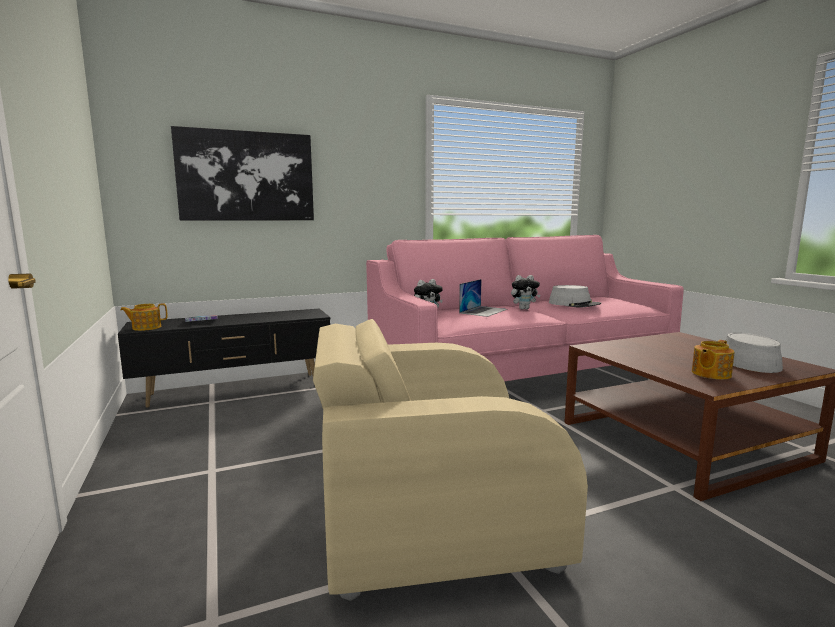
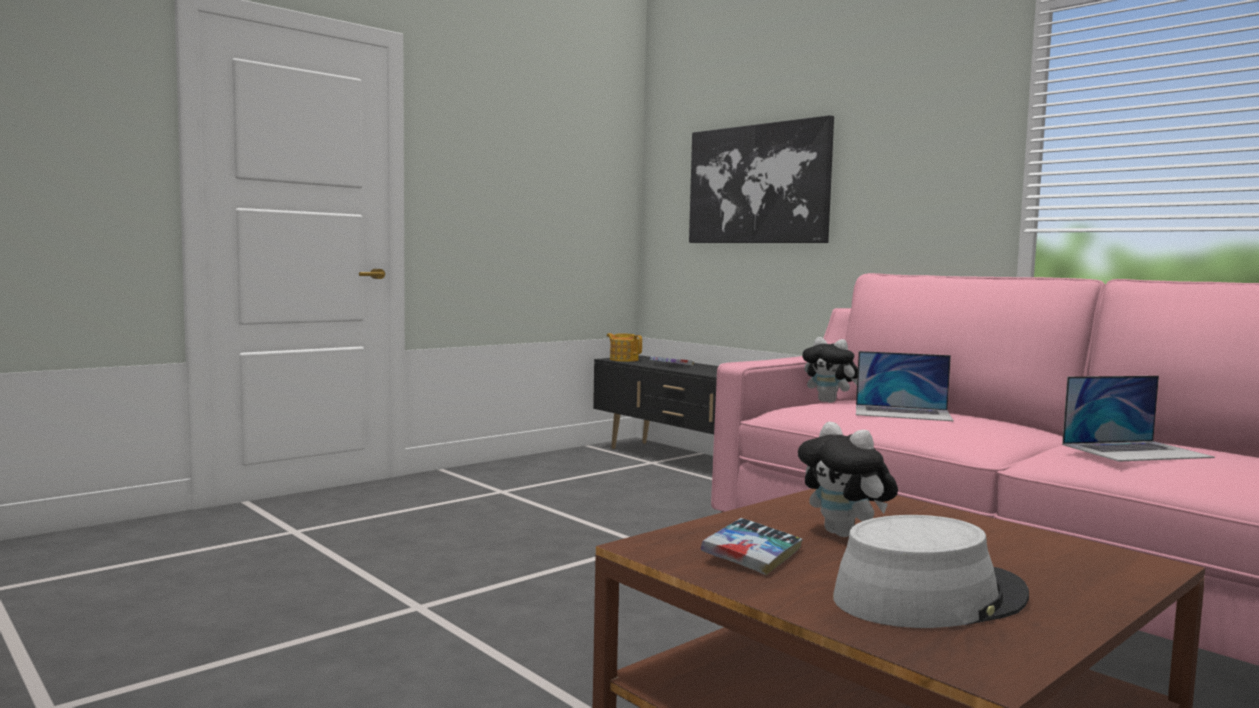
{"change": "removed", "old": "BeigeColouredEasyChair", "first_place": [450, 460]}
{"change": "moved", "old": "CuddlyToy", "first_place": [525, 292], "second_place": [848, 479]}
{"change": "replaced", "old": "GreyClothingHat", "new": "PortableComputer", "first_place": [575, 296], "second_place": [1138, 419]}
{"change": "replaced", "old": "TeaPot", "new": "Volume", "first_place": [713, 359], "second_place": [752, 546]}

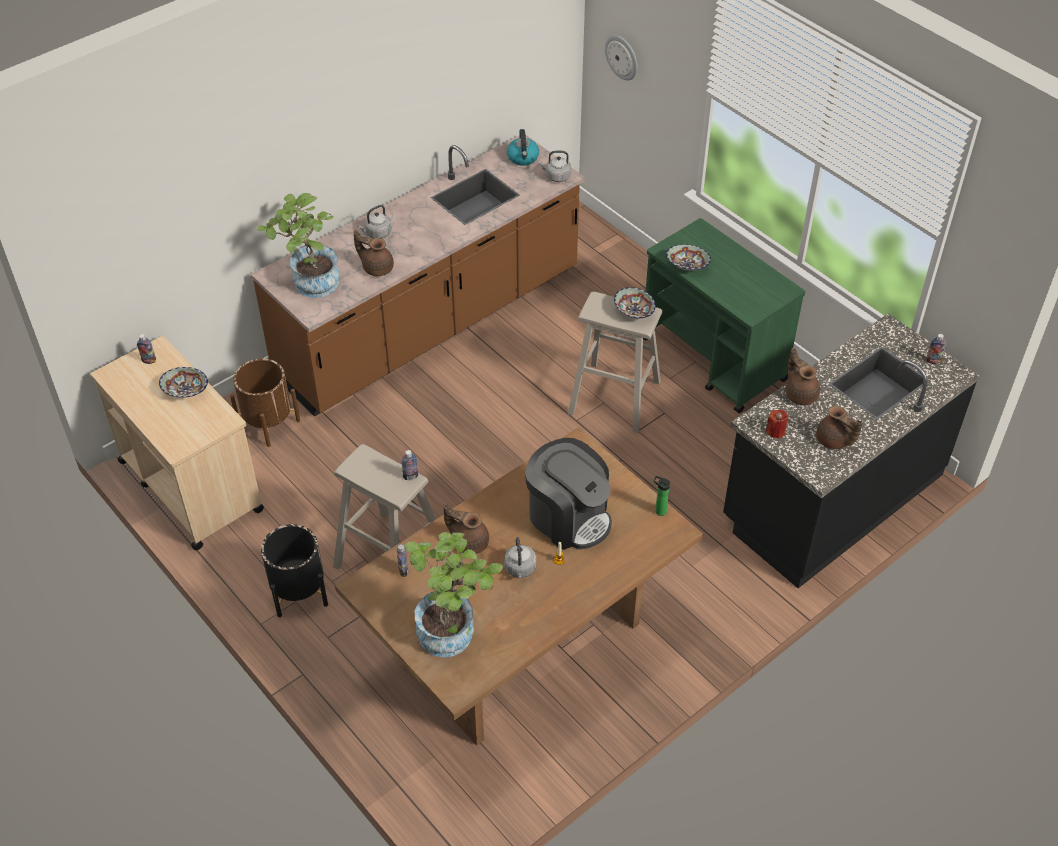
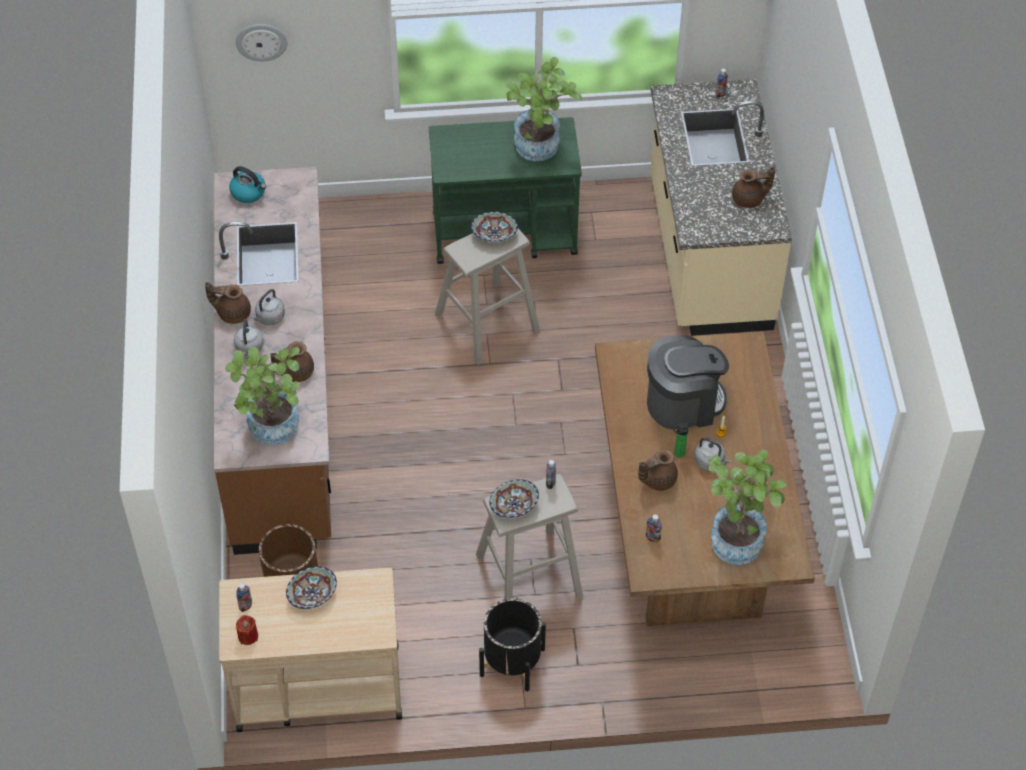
{"change": "moved", "old": "GreyWaterKettle", "first_place": [555, 166], "second_place": [268, 307]}
{"change": "moved", "old": "DrinkBottle", "first_place": [662, 496], "second_place": [680, 440]}
{"change": "moved", "old": "Bowl", "first_place": [688, 257], "second_place": [514, 498]}
{"change": "recoloured", "old": "BlackColouredKitchenCounter", "new": "BeigeColouredKitchenCounter", "first_place": [851, 451], "second_place": [721, 207]}
{"change": "moved", "old": "ReddishCandle", "first_place": [777, 424], "second_place": [247, 630]}
{"change": "moved", "old": "BrownTeaPot", "first_place": [803, 376], "second_place": [228, 303]}
{"change": "added", "new": "PlantInAPot", "second_place": [544, 109]}

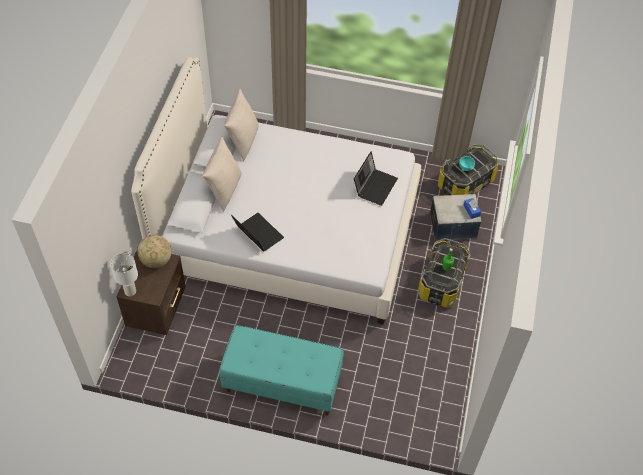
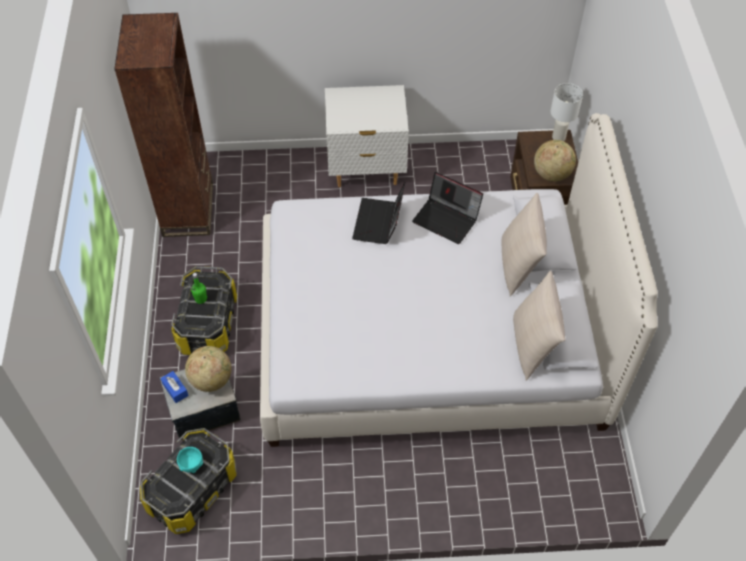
{"change": "replaced", "old": "BlueGreenBench", "new": "WhiteNightstand", "first_place": [281, 370], "second_place": [367, 136]}
{"change": "moved", "old": "PortableComputer", "first_place": [376, 178], "second_place": [378, 213]}
{"change": "added", "new": "BrownShelvingUnit", "second_place": [163, 125]}
{"change": "added", "new": "WorldGlobe", "second_place": [208, 369]}

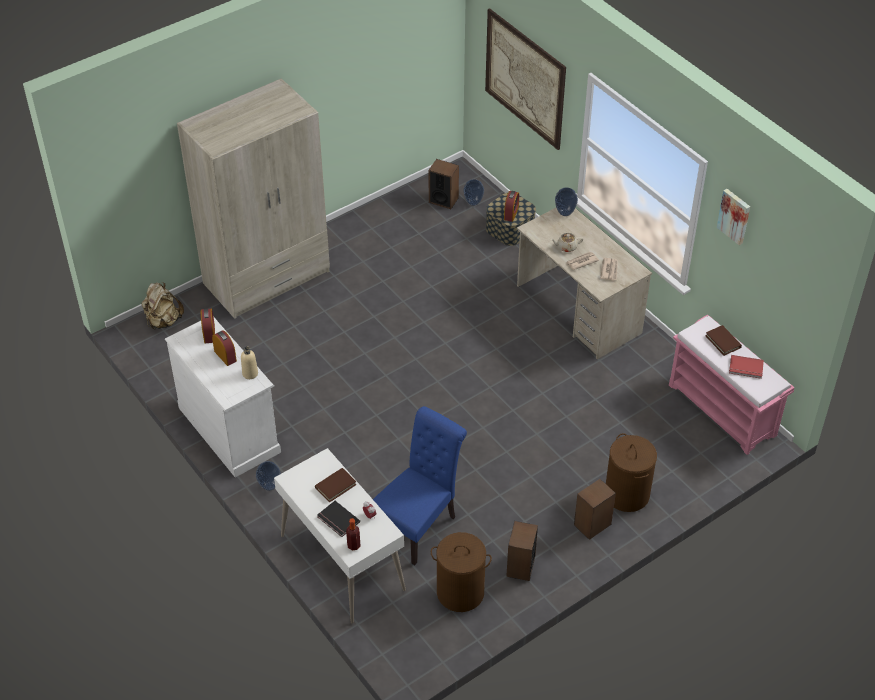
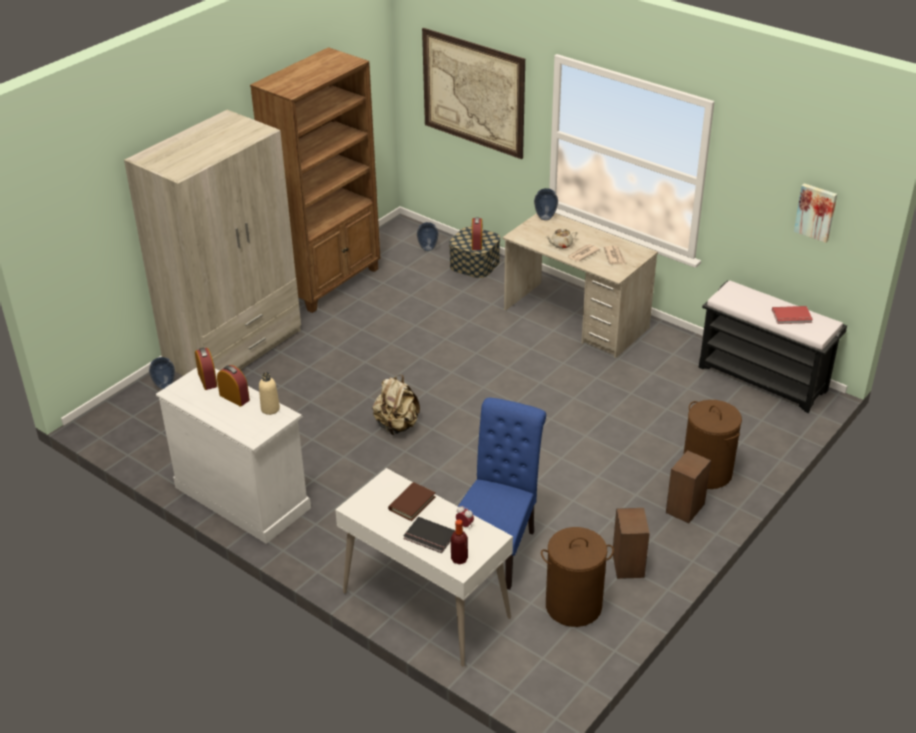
{"change": "moved", "old": "BeigeColouredRucksack", "first_place": [162, 306], "second_place": [396, 405]}
{"change": "moved", "old": "Vase", "first_place": [268, 476], "second_place": [162, 373]}
{"change": "removed", "old": "Speaker", "first_place": [444, 184]}
{"change": "recoloured", "old": "PinkColouredBench", "new": "BlackColouredBench", "first_place": [731, 385], "second_place": [773, 346]}
{"change": "removed", "old": "BrownVolume", "first_place": [723, 340]}
{"change": "moved", "old": "Picture", "first_place": [733, 217], "second_place": [815, 213]}
{"change": "added", "new": "BrownShelvingUnit", "second_place": [315, 180]}

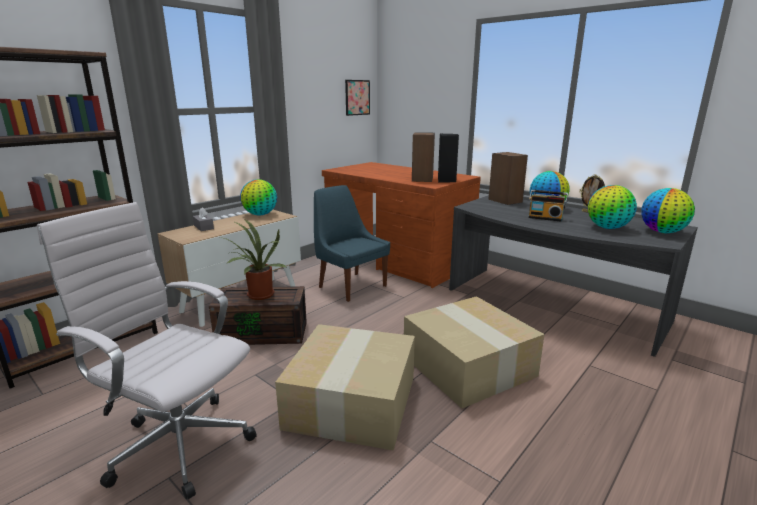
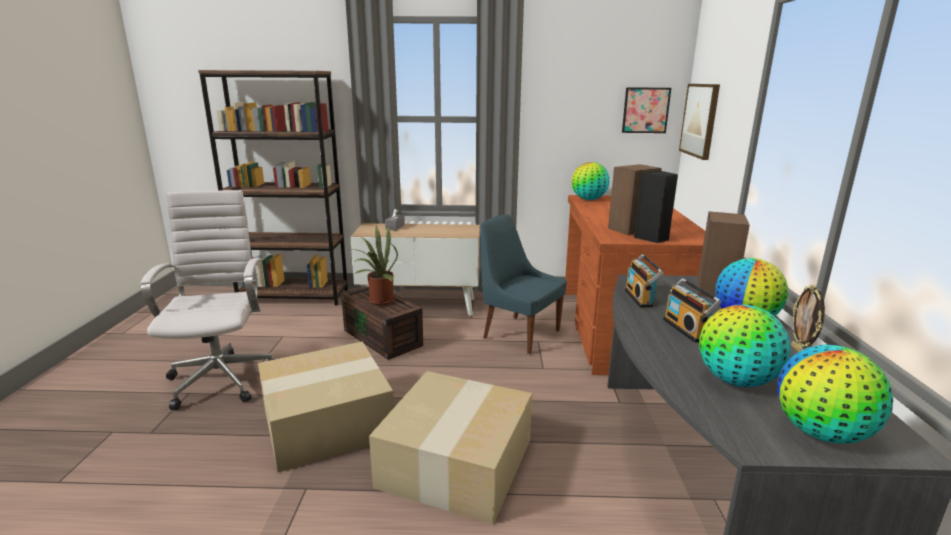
{"change": "moved", "old": "WorldGlobe", "first_place": [258, 197], "second_place": [591, 181]}
{"change": "turned", "old": "BluishPlainChair", "first_place": [352, 243], "second_place": [523, 284], "degrees": -60}
{"change": "added", "new": "Radio", "second_place": [644, 281]}
{"change": "added", "new": "Picture", "second_place": [699, 122]}

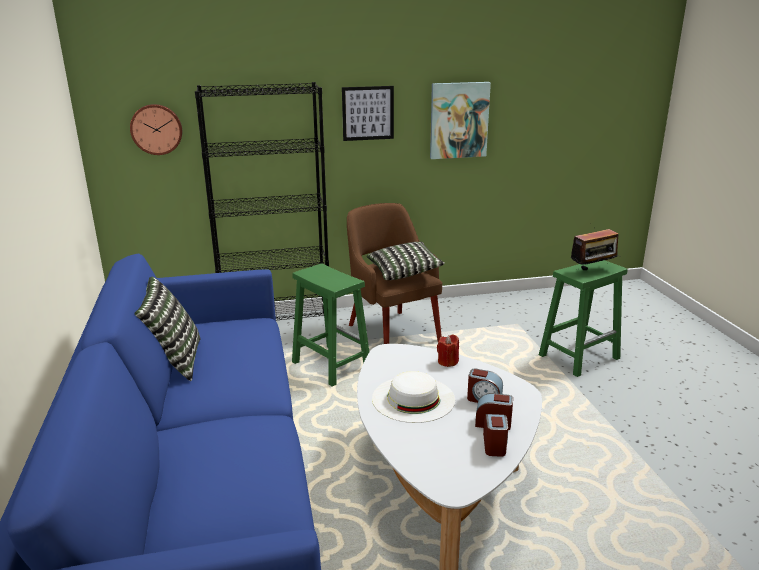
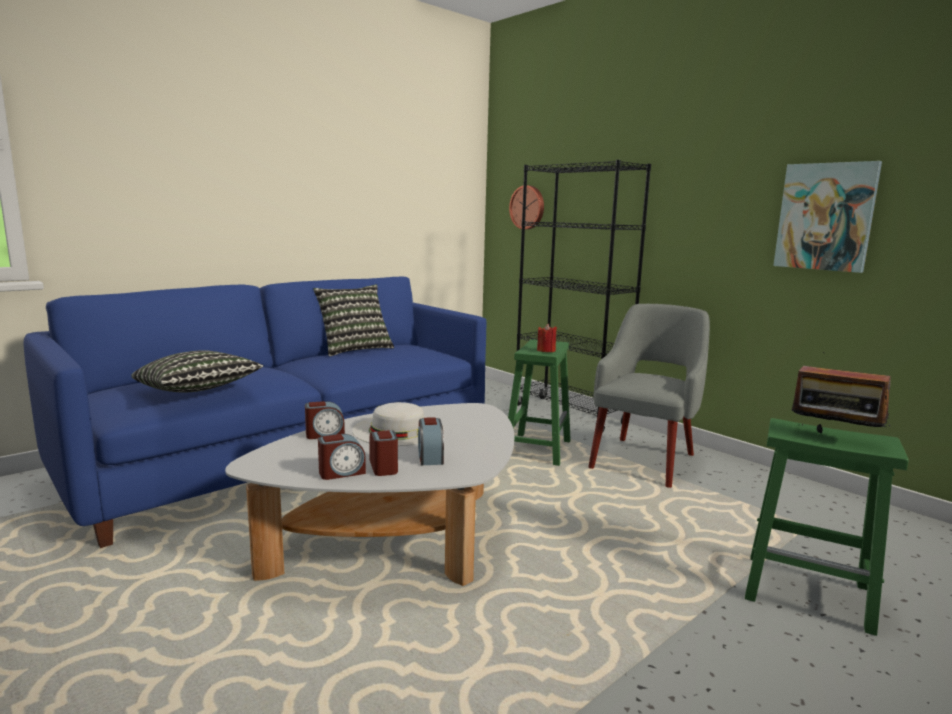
{"change": "removed", "old": "Picture", "first_place": [368, 113]}
{"change": "recoloured", "old": "BrownEasyChair", "new": "GreyEasyChair", "first_place": [394, 273], "second_place": [649, 396]}
{"change": "moved", "old": "Cushion", "first_place": [406, 261], "second_place": [197, 371]}
{"change": "moved", "old": "ReddishCandle", "first_place": [448, 351], "second_place": [547, 338]}
{"change": "added", "new": "TableClock", "second_place": [325, 420]}

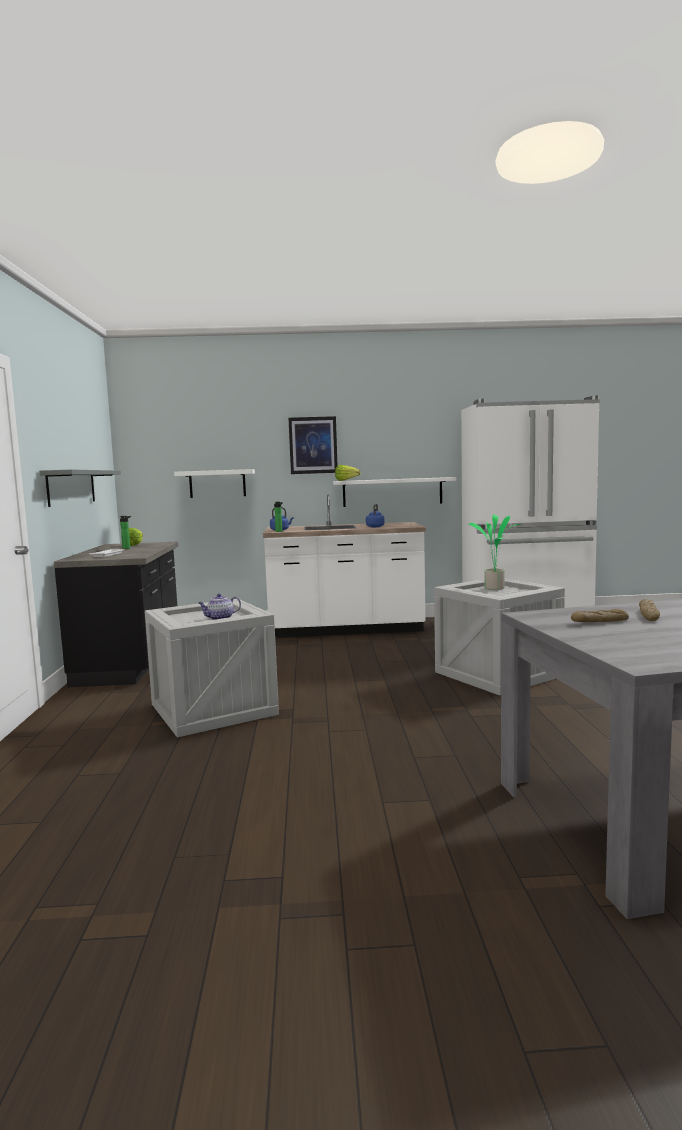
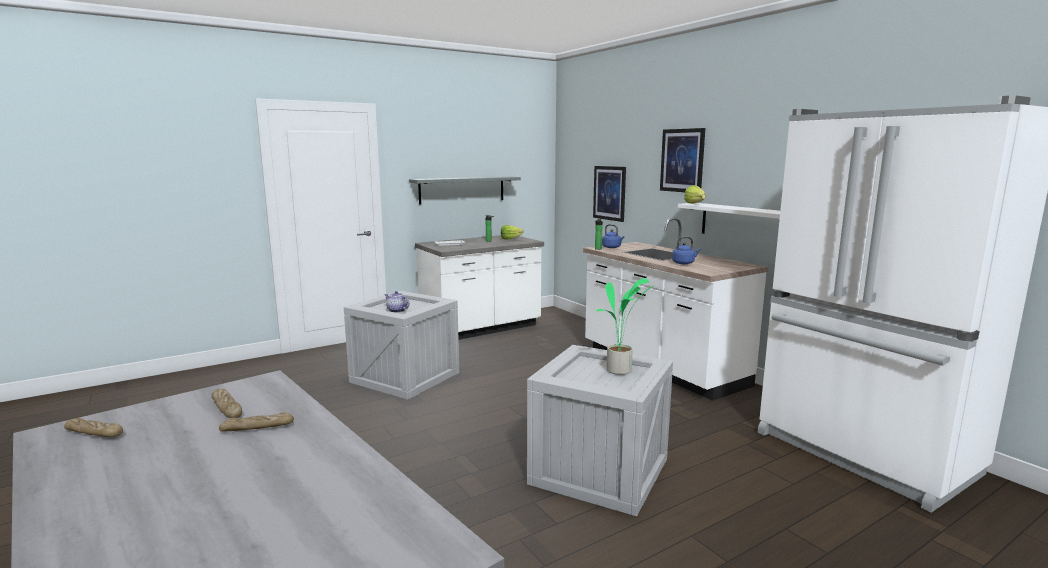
{"change": "recoloured", "old": "BlackColouredKitchenCounter", "new": "WhiteKitchenCounter", "first_place": [116, 614], "second_place": [479, 287]}
{"change": "replaced", "old": "WhiteBracketShelf", "new": "Picture", "first_place": [214, 483], "second_place": [609, 194]}
{"change": "added", "new": "BakeryBread", "second_place": [93, 427]}

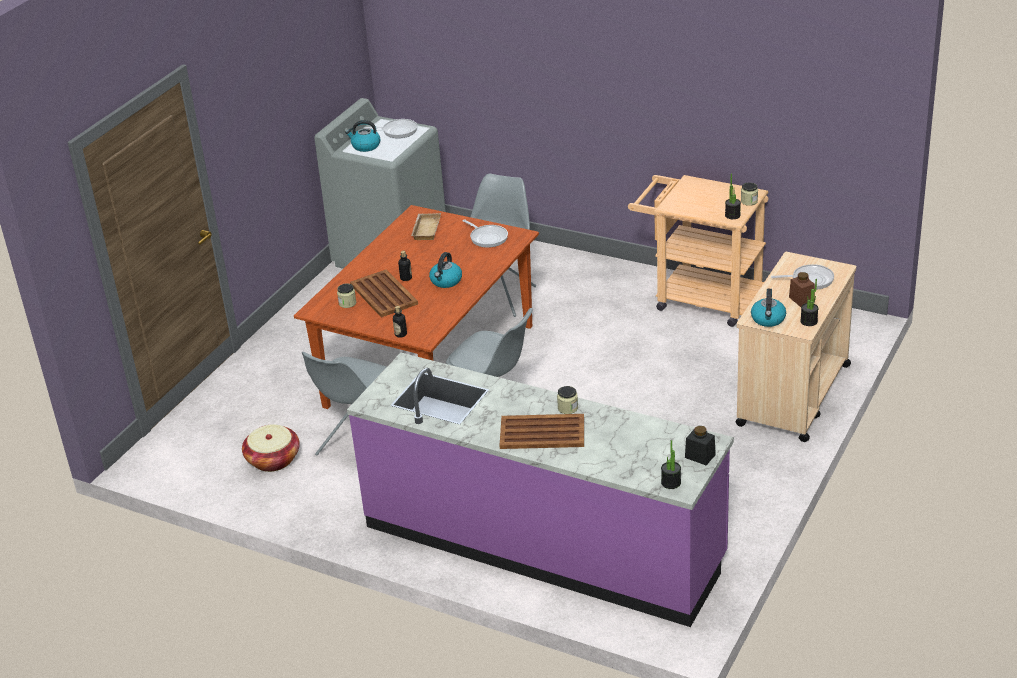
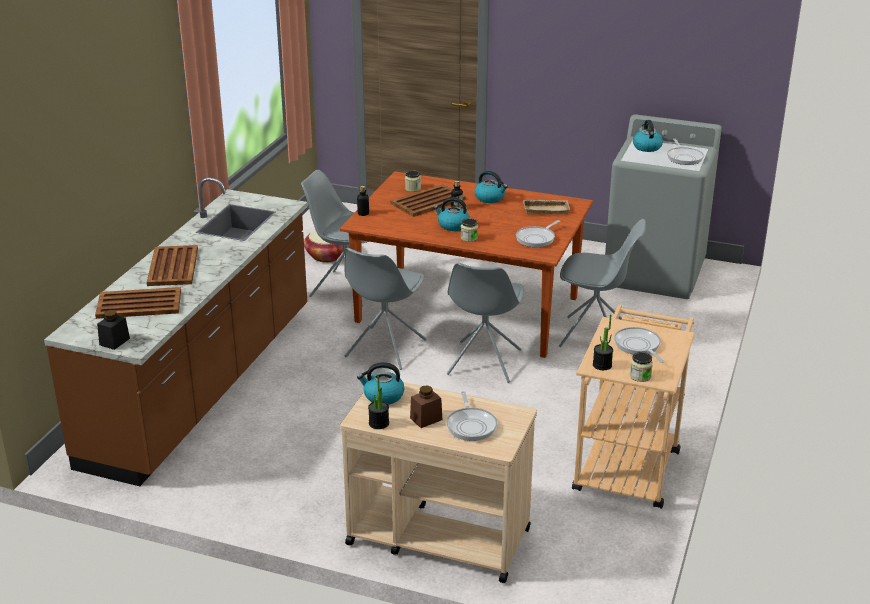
{"change": "recoloured", "old": "PurpleKitchenCounter", "new": "BrownKitchenCounter", "first_place": [540, 489], "second_place": [176, 331]}
{"change": "moved", "old": "Jar", "first_place": [567, 400], "second_place": [469, 230]}
{"change": "removed", "old": "PlantInAPot", "first_place": [671, 464]}
{"change": "added", "new": "BrownTray", "second_place": [138, 303]}
{"change": "added", "new": "GreyPlainChair", "second_place": [485, 323]}
{"change": "added", "new": "WaterKettle", "second_place": [491, 187]}
{"change": "added", "new": "FryingPan", "second_place": [639, 345]}

